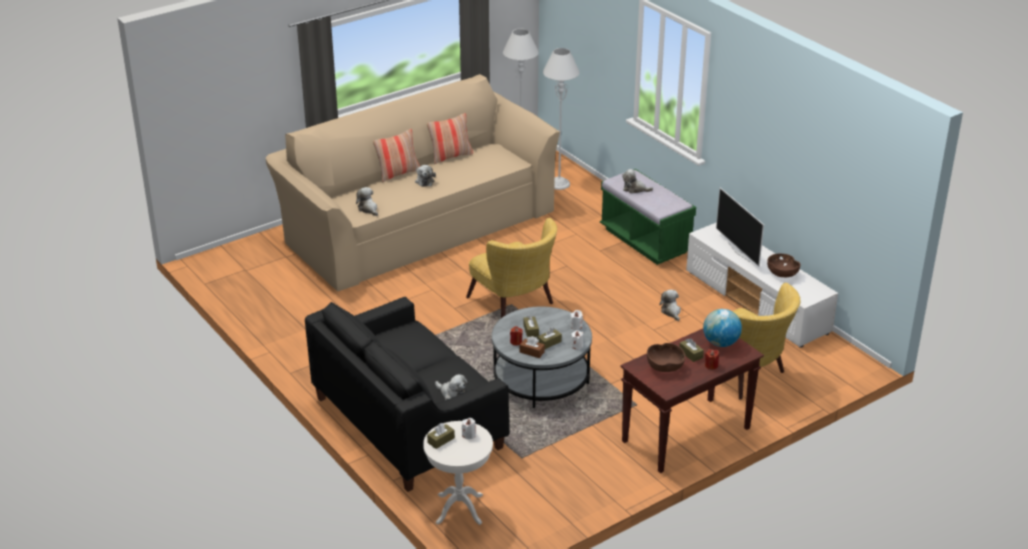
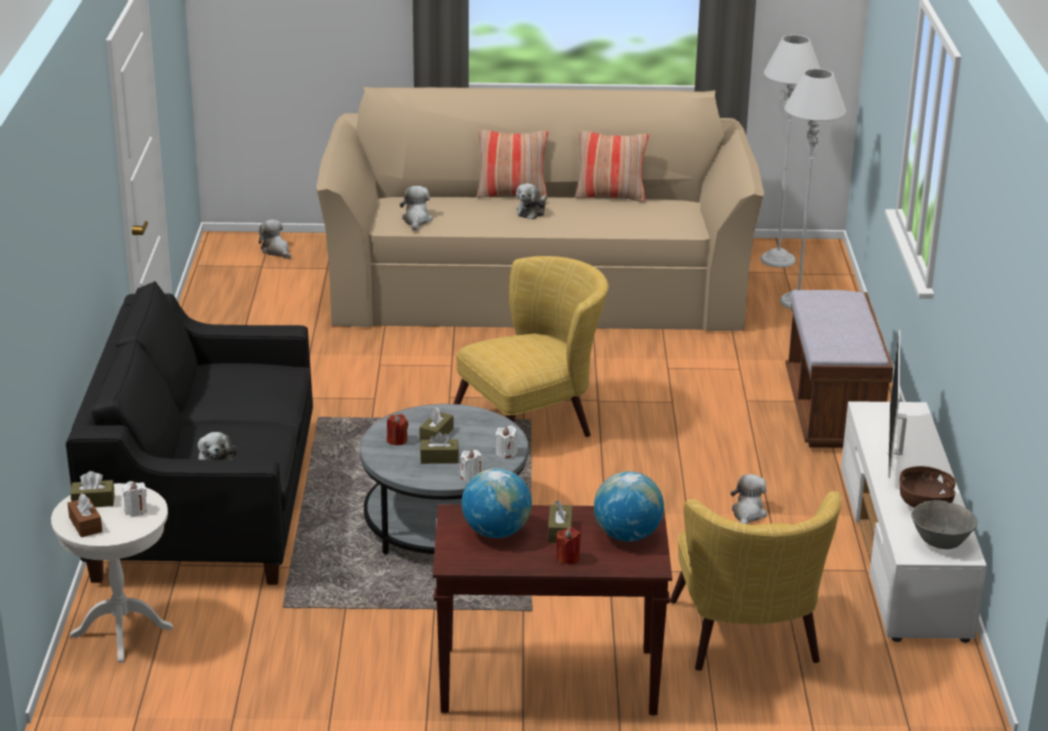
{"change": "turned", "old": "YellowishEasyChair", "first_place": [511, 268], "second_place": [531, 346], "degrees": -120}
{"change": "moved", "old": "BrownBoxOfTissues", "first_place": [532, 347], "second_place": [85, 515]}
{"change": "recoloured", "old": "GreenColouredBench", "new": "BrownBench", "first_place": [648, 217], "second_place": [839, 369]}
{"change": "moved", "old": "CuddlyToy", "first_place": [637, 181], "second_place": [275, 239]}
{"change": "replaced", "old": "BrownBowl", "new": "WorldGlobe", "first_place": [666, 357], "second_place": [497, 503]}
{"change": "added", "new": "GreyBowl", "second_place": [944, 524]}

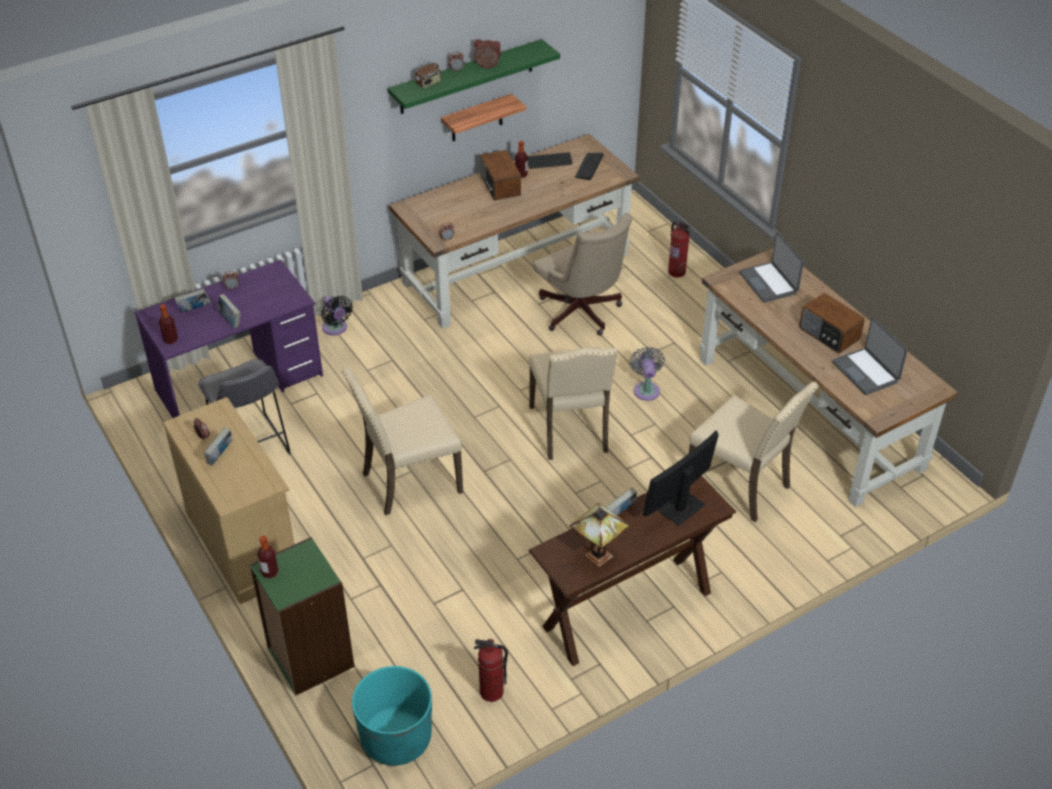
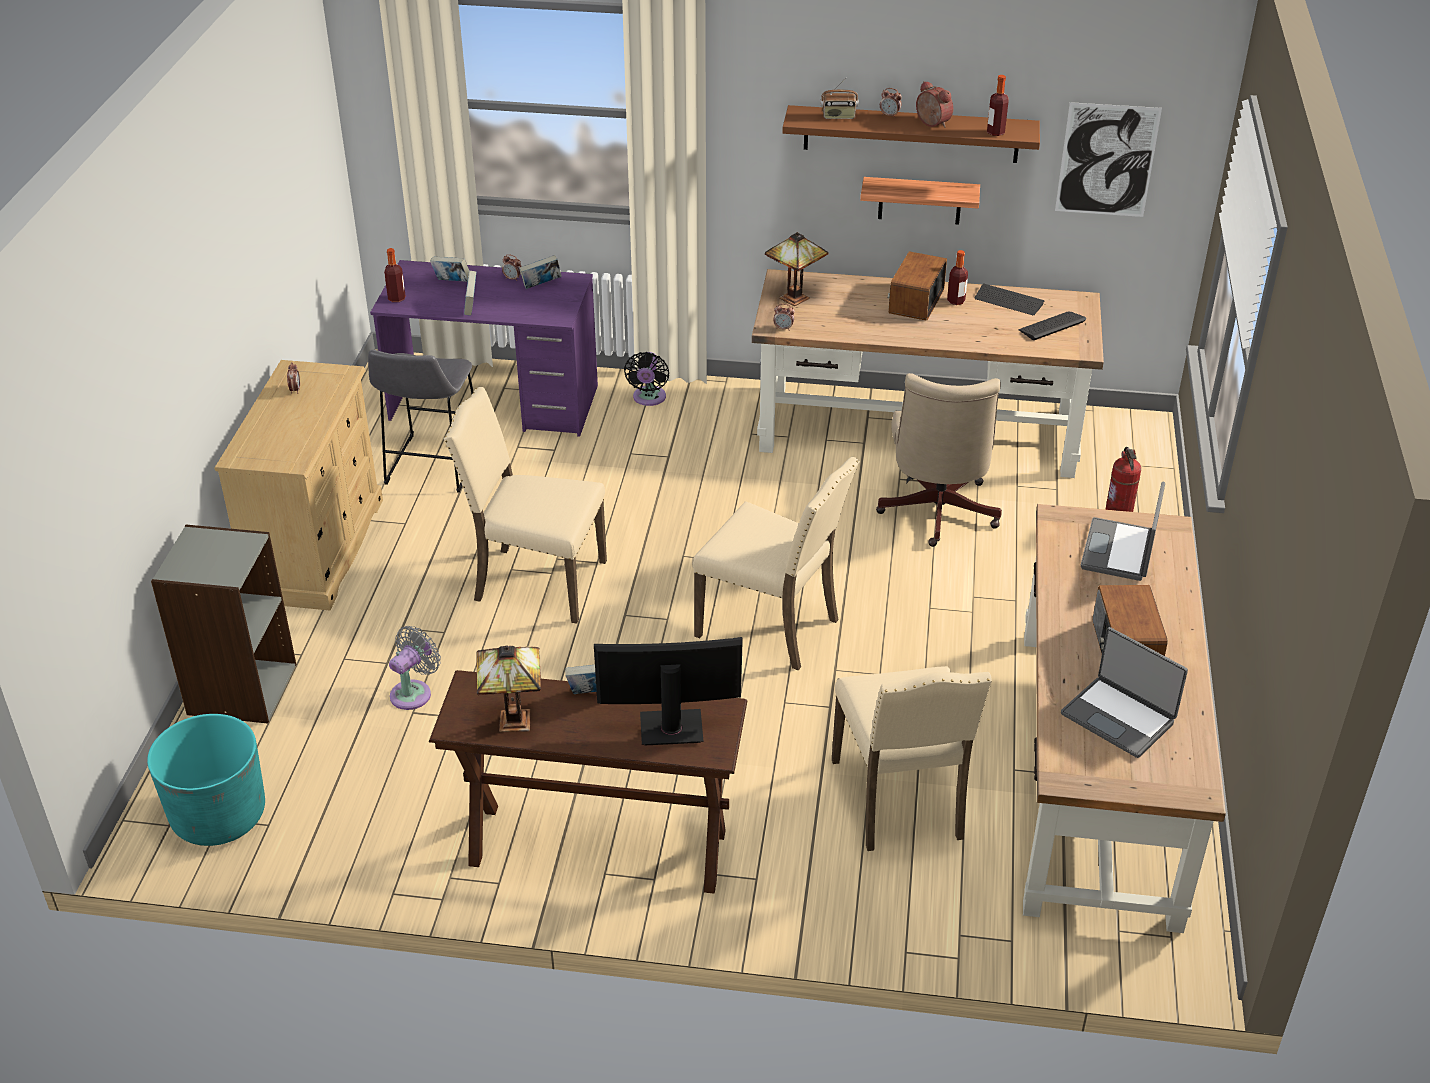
{"change": "moved", "old": "Volume", "first_place": [218, 446], "second_place": [540, 272]}
{"change": "recoloured", "old": "GreenColouredShelvingUnit", "new": "GreyShelvingUnit", "first_place": [302, 616], "second_place": [224, 624]}
{"change": "moved", "old": "DrinkBottle", "first_place": [268, 557], "second_place": [998, 105]}
{"change": "recoloured", "old": "GreenColouredBracketShelf", "new": "BrownBracketShelf", "first_place": [474, 76], "second_place": [911, 134]}
{"change": "removed", "old": "FireFightingCylinder", "first_place": [491, 670]}
{"change": "turned", "old": "BeigeColouredPlainChair", "first_place": [573, 403], "second_place": [776, 563], "degrees": -90}
{"change": "moved", "old": "GreyFan", "first_place": [647, 374], "second_place": [415, 668]}
{"change": "turned", "old": "PortableComputer", "first_place": [870, 356], "second_place": [1124, 692], "degrees": -60}
{"change": "added", "new": "TabletopLamp", "second_place": [797, 269]}
{"change": "added", "new": "Picture", "second_place": [1108, 159]}

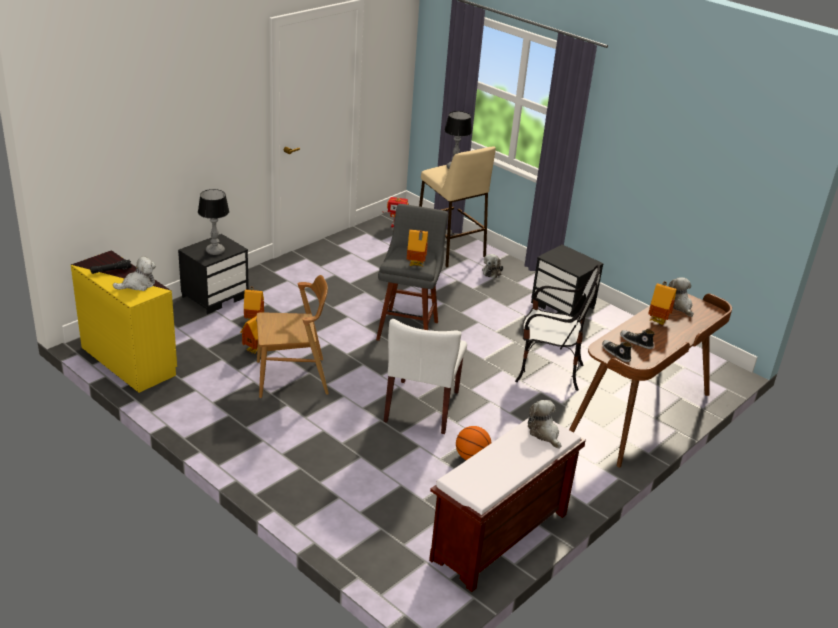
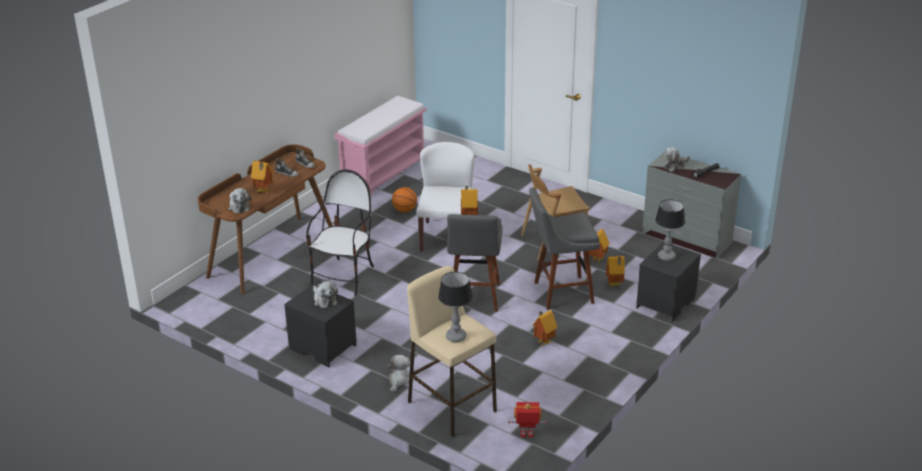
{"change": "recoloured", "old": "YellowishDrawerChest", "new": "GreyDrawerChest", "first_place": [124, 321], "second_place": [692, 205]}
{"change": "recoloured", "old": "BrownBench", "new": "PinkColouredBench", "first_place": [507, 505], "second_place": [381, 146]}
{"change": "turned", "old": "PlainChair", "first_place": [557, 328], "second_place": [340, 232], "degrees": 105}
{"change": "moved", "old": "CuddlyToy", "first_place": [544, 424], "second_place": [325, 294]}
{"change": "added", "new": "GreyStool", "second_place": [564, 249]}
{"change": "added", "new": "MiniatureHouse", "second_place": [545, 328]}

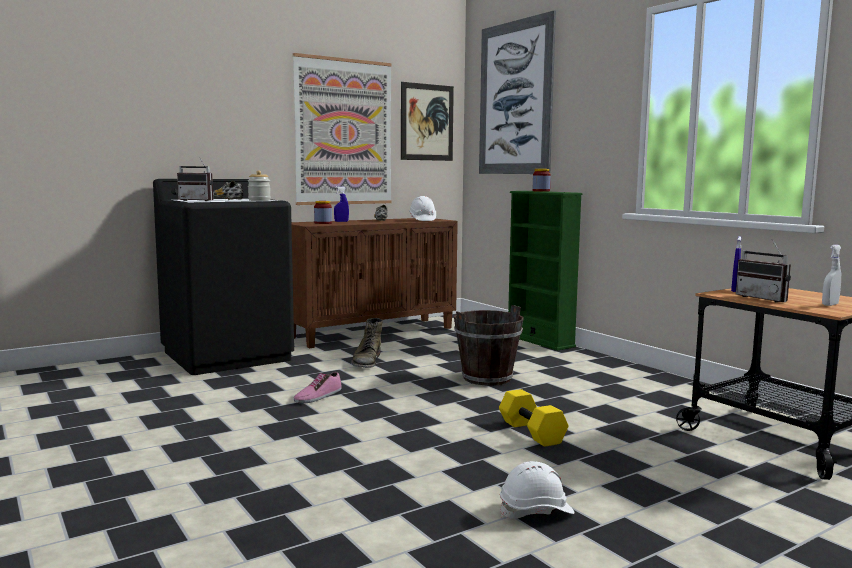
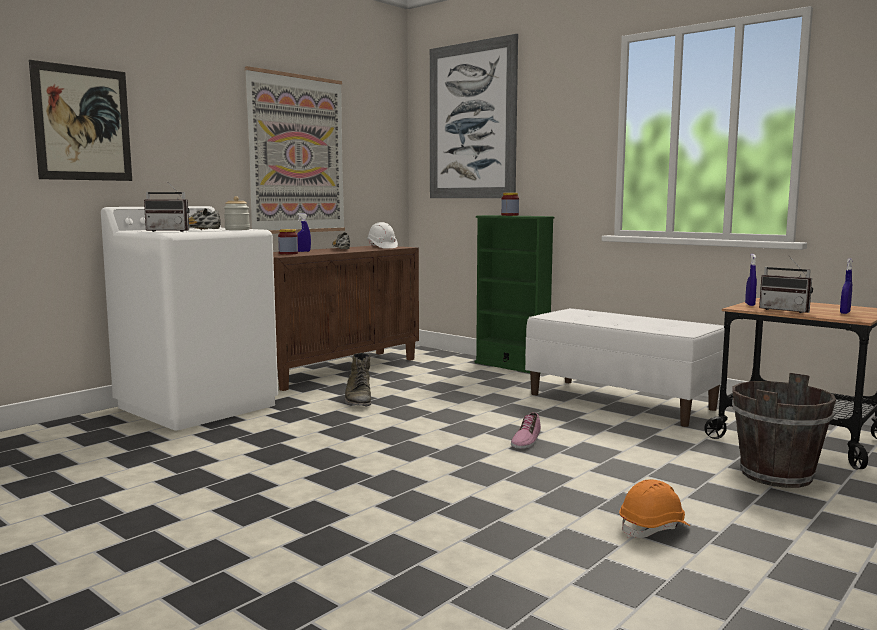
{"change": "recoloured", "old": "BlackColouredLaundryAppliance", "new": "WhiteLaundryAppliance", "first_place": [223, 277], "second_place": [189, 318]}
{"change": "moved", "old": "ItemOfFootwear", "first_place": [317, 387], "second_place": [526, 430]}
{"change": "moved", "old": "Picture", "first_place": [427, 121], "second_place": [80, 120]}
{"change": "moved", "old": "BrownPail", "first_place": [489, 345], "second_place": [784, 430]}
{"change": "removed", "old": "YellowishDumbbell", "first_place": [534, 418]}
{"change": "recoloured", "old": "WhiteWorkHelmet", "new": "OrangeColouredWorkHelmet", "first_place": [537, 490], "second_place": [654, 509]}
{"change": "recoloured", "old": "WhiteHandSprayer", "new": "BluishHandSprayer", "first_place": [831, 275], "second_place": [846, 286]}
{"change": "added", "new": "WhiteBench", "second_place": [625, 367]}

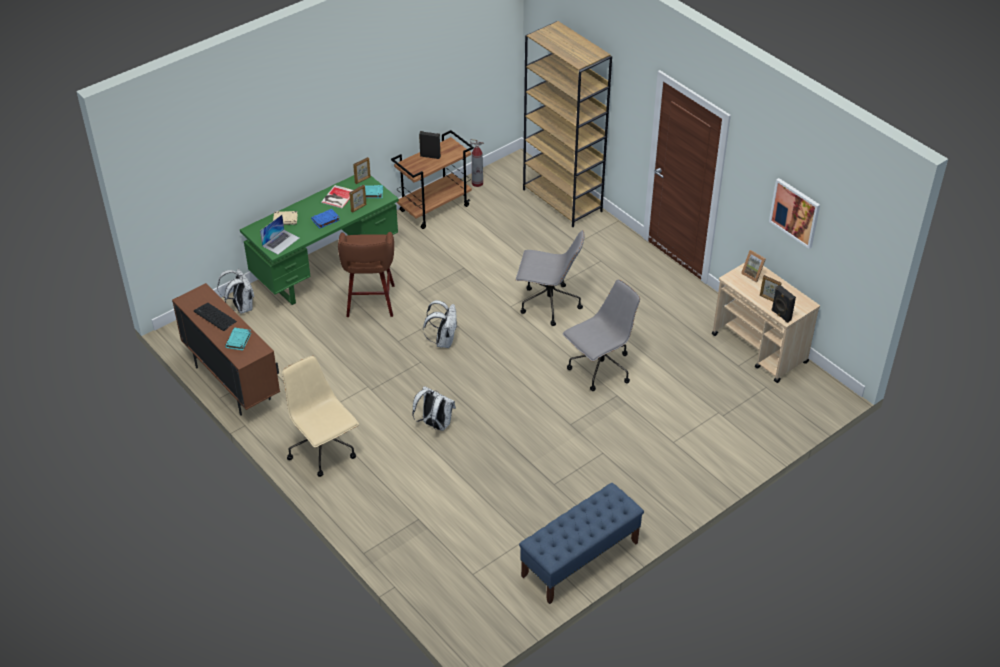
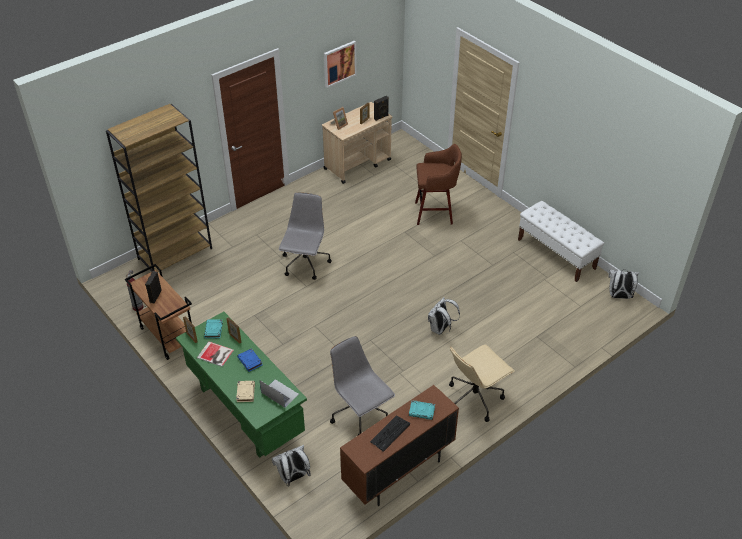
{"change": "moved", "old": "BrownStool", "first_place": [366, 274], "second_place": [438, 184]}
{"change": "moved", "old": "WhiteRucksack", "first_place": [440, 324], "second_place": [623, 284]}
{"change": "recoloured", "old": "BluishBench", "new": "WhiteBench", "first_place": [581, 543], "second_place": [561, 241]}
{"change": "moved", "old": "GreyOfficeChair", "first_place": [601, 335], "second_place": [362, 385]}

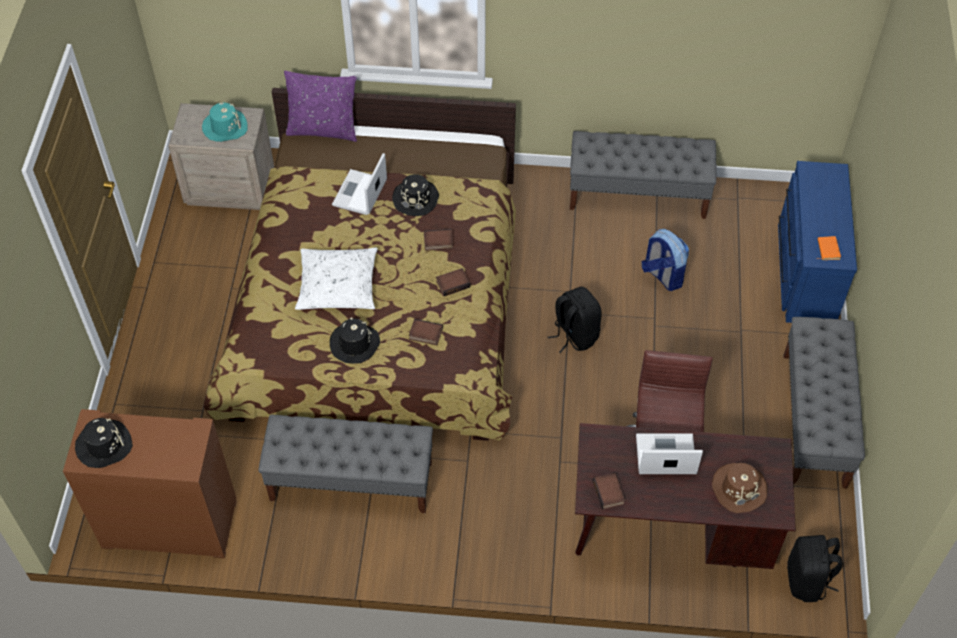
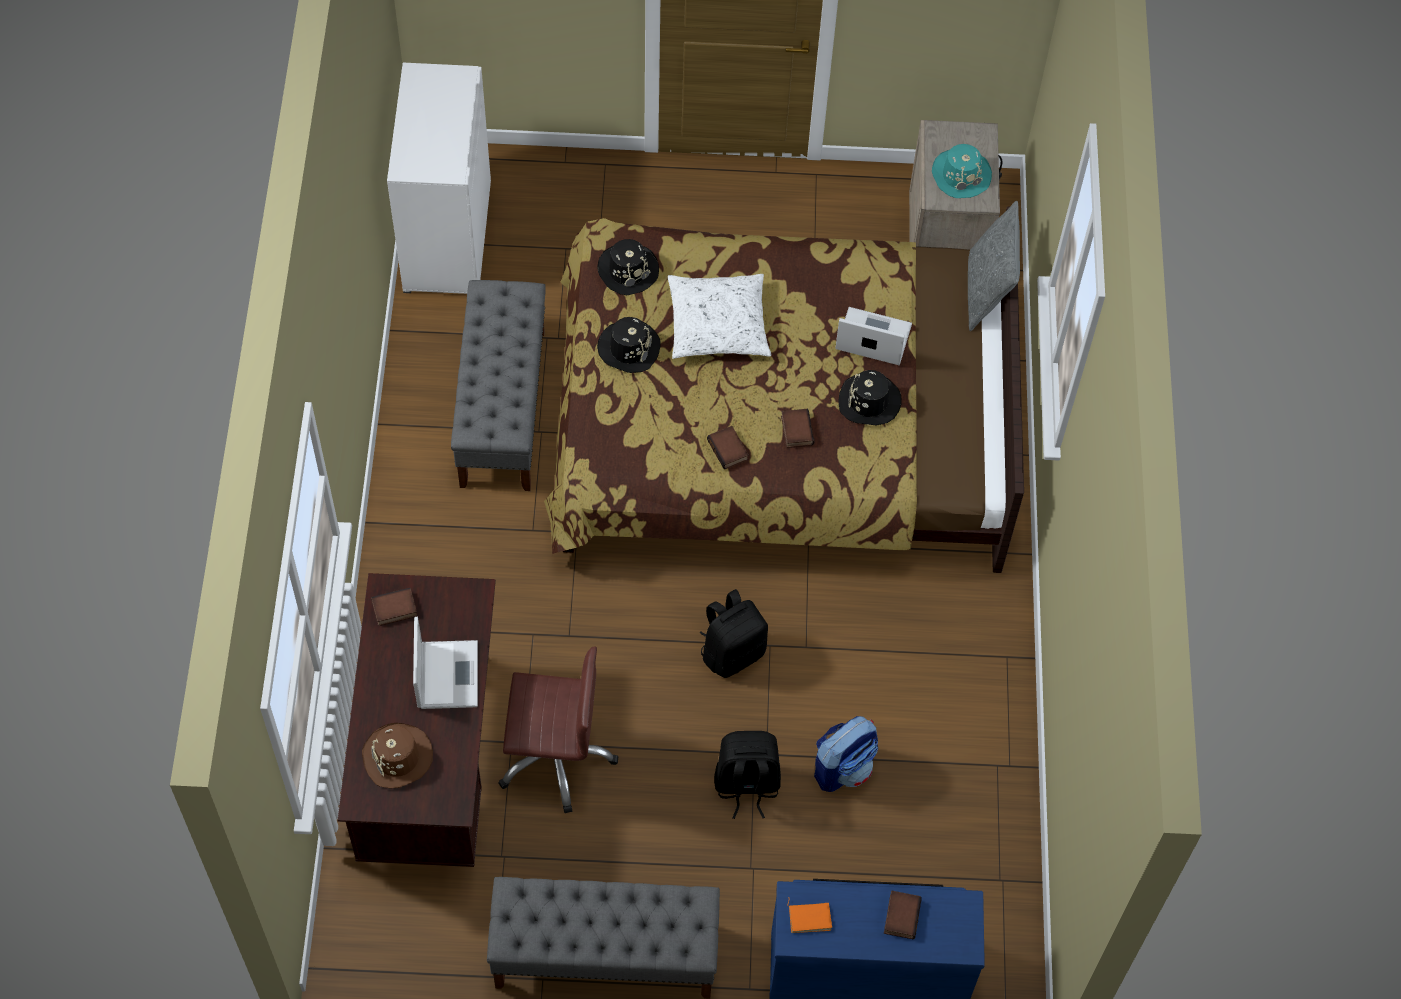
{"change": "recoloured", "old": "BrownCabinet", "new": "WhiteCabinet", "first_place": [150, 483], "second_place": [439, 178]}
{"change": "moved", "old": "BlackColouredClothingHat", "first_place": [104, 443], "second_place": [628, 267]}
{"change": "recoloured", "old": "PurpleCushion", "new": "GreyCushion", "first_place": [320, 106], "second_place": [994, 266]}
{"change": "moved", "old": "Volume", "first_place": [426, 332], "second_place": [903, 915]}
{"change": "removed", "old": "GreyBench", "first_place": [643, 175]}
{"change": "moved", "old": "BlackColouredRucksack", "first_place": [815, 568], "second_place": [747, 775]}

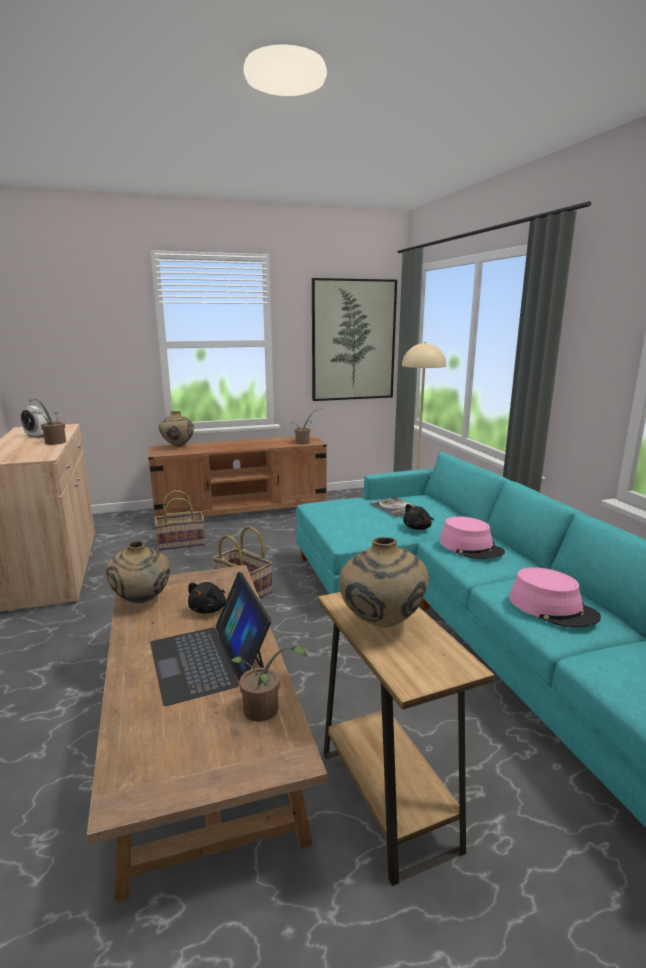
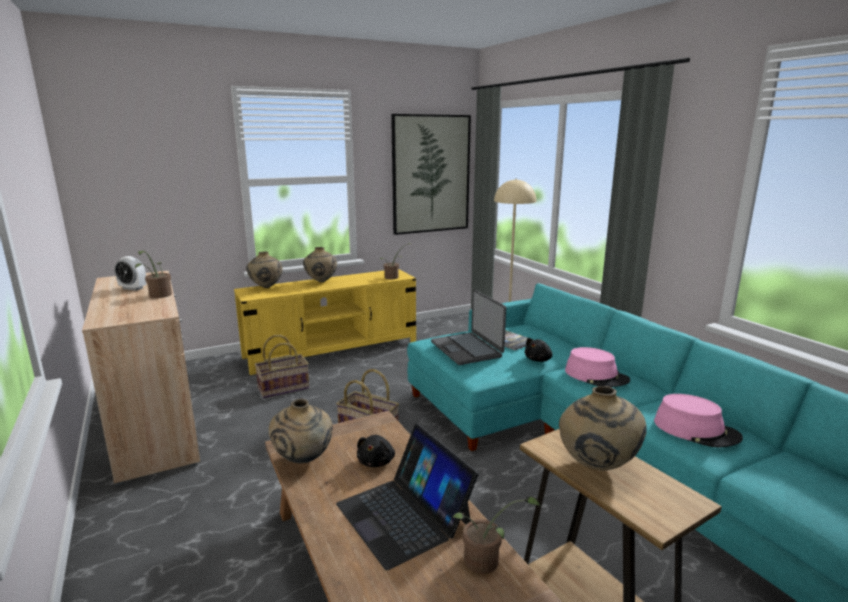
{"change": "recoloured", "old": "BrownTvStand", "new": "YellowishTvStand", "first_place": [237, 476], "second_place": [325, 322]}
{"change": "added", "new": "BeigeColouredVase", "second_place": [320, 264]}
{"change": "added", "new": "PortableComputer", "second_place": [468, 327]}

